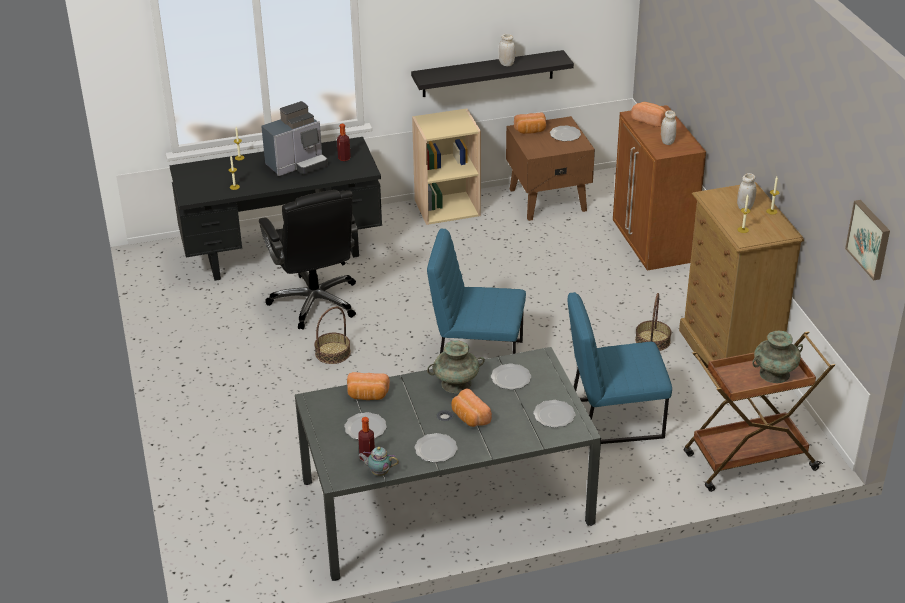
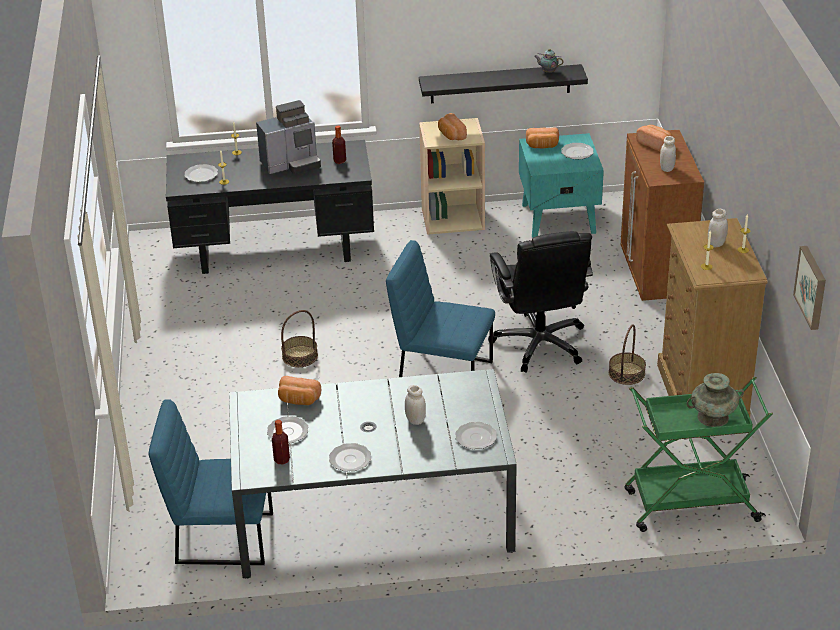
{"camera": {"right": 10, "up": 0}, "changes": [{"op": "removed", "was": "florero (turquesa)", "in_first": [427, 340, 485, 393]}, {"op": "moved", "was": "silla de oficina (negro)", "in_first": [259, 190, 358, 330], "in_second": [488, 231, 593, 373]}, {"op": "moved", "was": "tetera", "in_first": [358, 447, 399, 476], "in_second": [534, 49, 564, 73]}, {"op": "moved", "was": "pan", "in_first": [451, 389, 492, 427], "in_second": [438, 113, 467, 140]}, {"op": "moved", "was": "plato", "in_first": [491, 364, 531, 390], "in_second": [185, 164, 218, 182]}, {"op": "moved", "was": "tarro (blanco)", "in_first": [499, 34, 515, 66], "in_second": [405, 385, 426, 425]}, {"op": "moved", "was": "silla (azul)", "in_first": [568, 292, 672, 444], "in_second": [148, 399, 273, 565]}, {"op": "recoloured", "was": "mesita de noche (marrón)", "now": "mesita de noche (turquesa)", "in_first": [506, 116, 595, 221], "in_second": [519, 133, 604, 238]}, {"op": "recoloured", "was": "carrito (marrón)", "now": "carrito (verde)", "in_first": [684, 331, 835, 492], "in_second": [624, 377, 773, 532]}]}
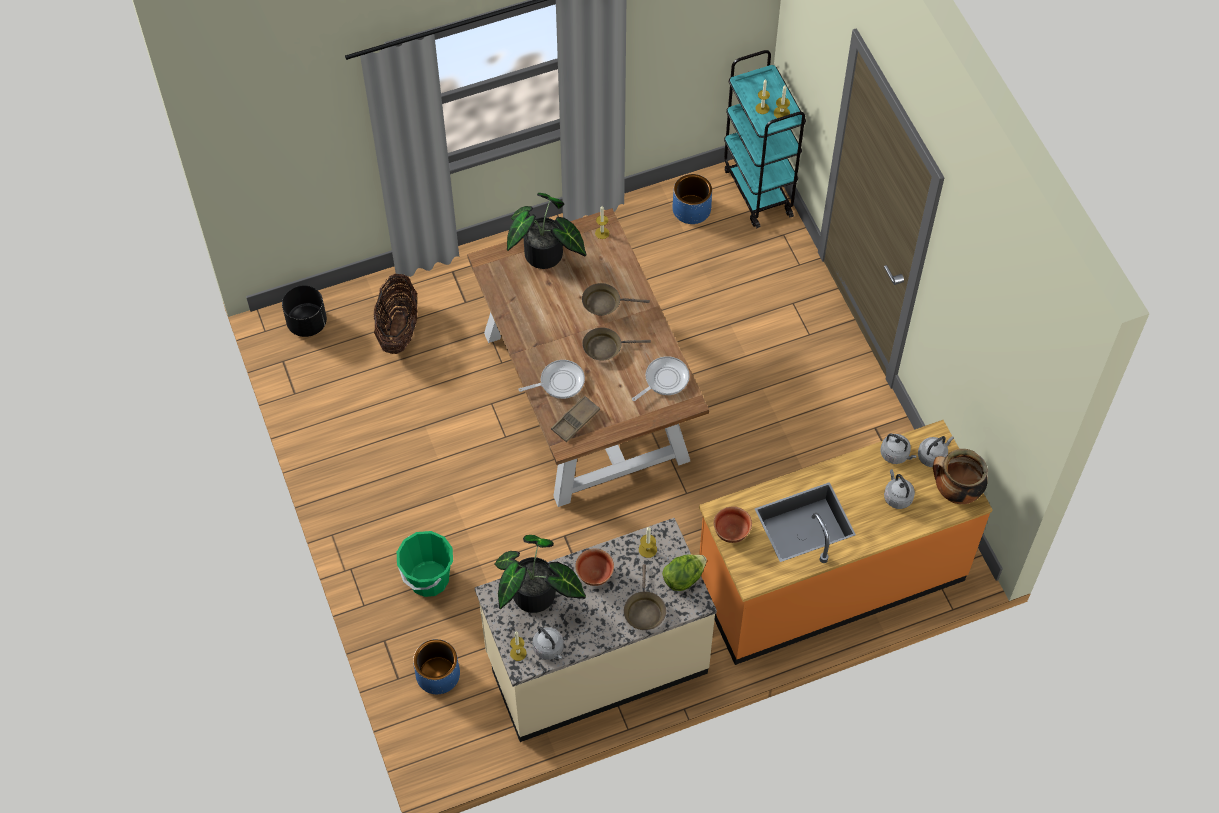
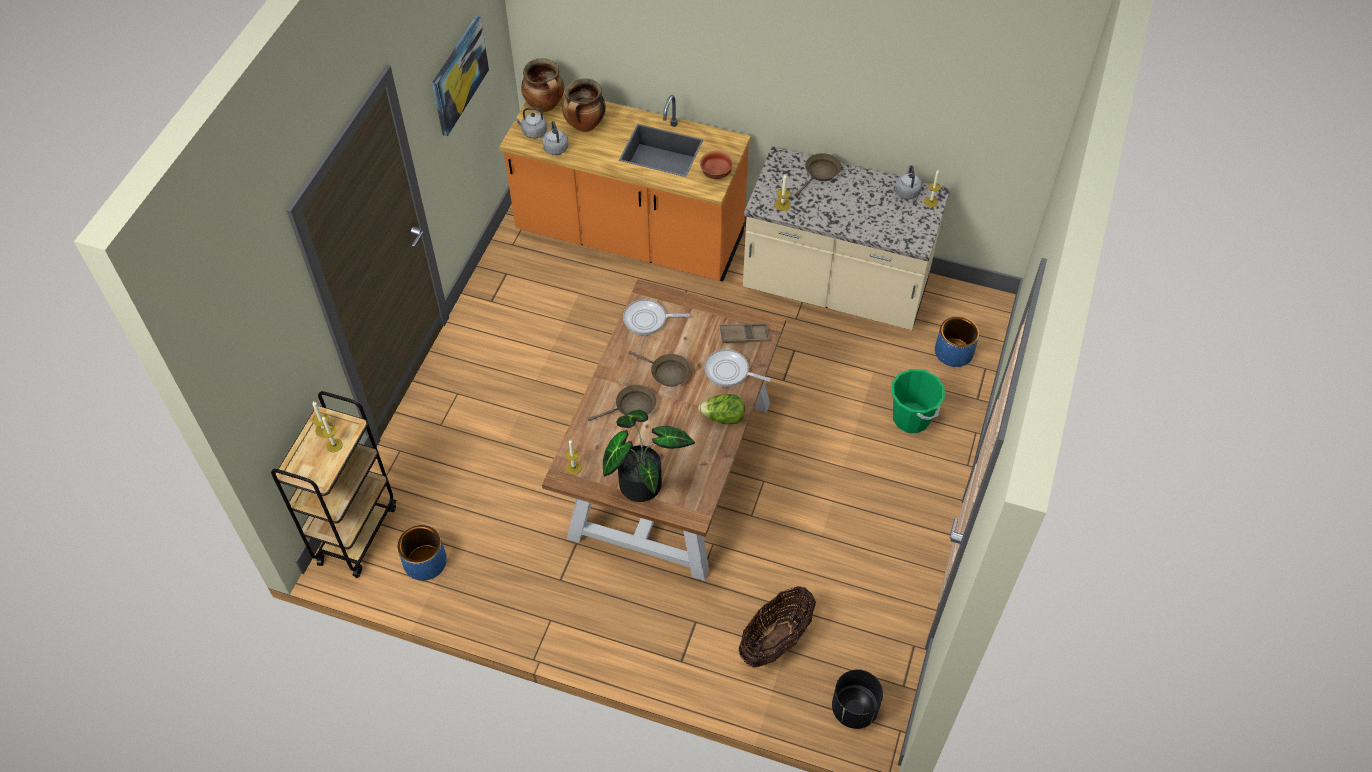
{"camera": {"right": -140, "up": -5}, "changes": [{"op": "removed", "was": "planta en maceta", "in_first": [494, 535, 586, 613]}, {"op": "removed", "was": "cuenco", "in_first": [575, 548, 614, 586]}, {"op": "added", "now": "cuadro", "in_second": [432, 16, 489, 136]}, {"op": "moved", "was": "lechuga", "in_first": [662, 554, 707, 591], "in_second": [698, 394, 745, 424]}, {"op": "replaced", "was": "hervidor (gris)", "now": "olla", "in_first": [884, 469, 915, 509], "in_second": [562, 79, 606, 132]}, {"op": "recoloured", "was": "carrito (turquesa)", "now": "carrito (marrón)", "in_first": [724, 50, 806, 228], "in_second": [271, 391, 397, 578]}, {"op": "turned", "was": "sartén (marrón)", "in_first": [582, 283, 650, 316], "in_second": [588, 385, 656, 421], "clockwise": -60}]}
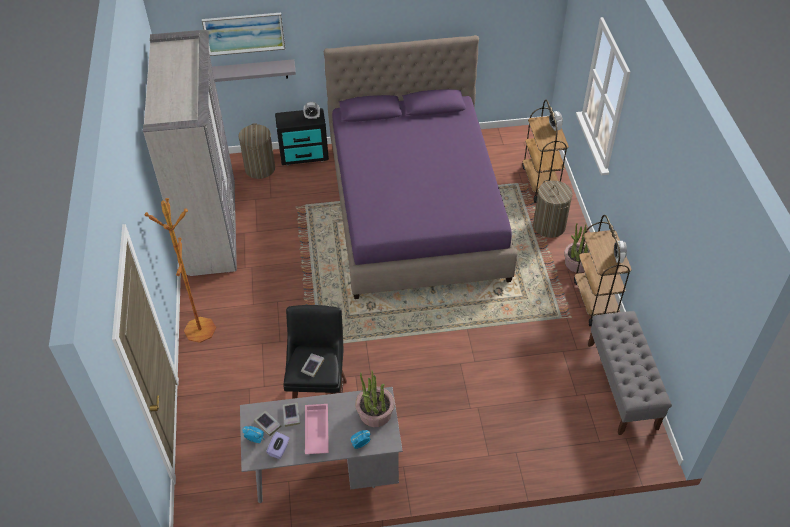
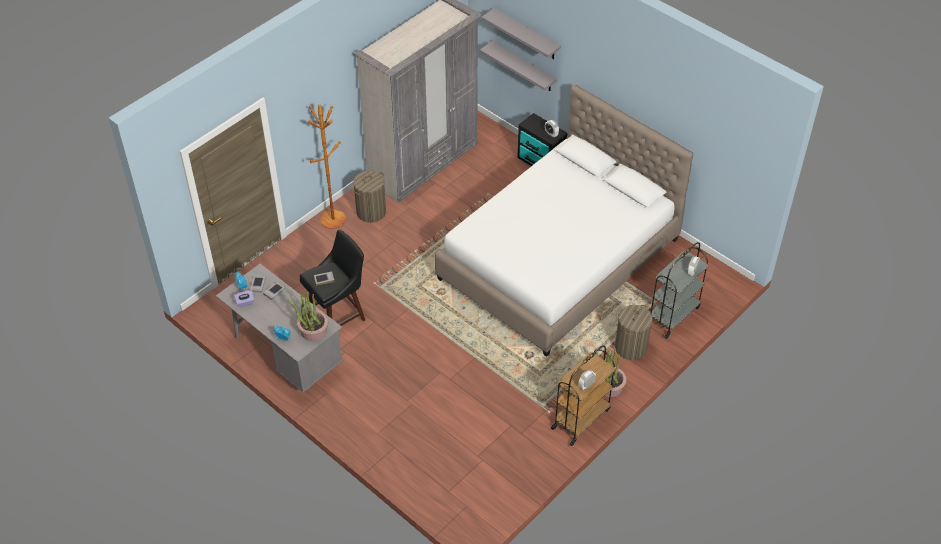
{"camera": {"right": 50, "up": 0}, "changes": [{"op": "removed", "was": "bandeja (rosa)", "in_first": [305, 404, 329, 454]}, {"op": "removed", "was": "banco (gris)", "in_first": [588, 311, 672, 435]}, {"op": "moved", "was": "cesto de la ropa", "in_first": [238, 123, 275, 179], "in_second": [353, 171, 386, 223]}, {"op": "replaced", "was": "cuadro", "now": "estante (gris)", "in_first": [202, 13, 285, 56], "in_second": [481, 8, 561, 59]}, {"op": "recoloured", "was": "cama (morado)", "now": "cama (blanco)", "in_first": [324, 35, 518, 299], "in_second": [435, 85, 693, 357]}, {"op": "recoloured", "was": "carrito (marrón)", "now": "carrito (gris)", "in_first": [522, 100, 569, 203], "in_second": [650, 242, 708, 339]}]}
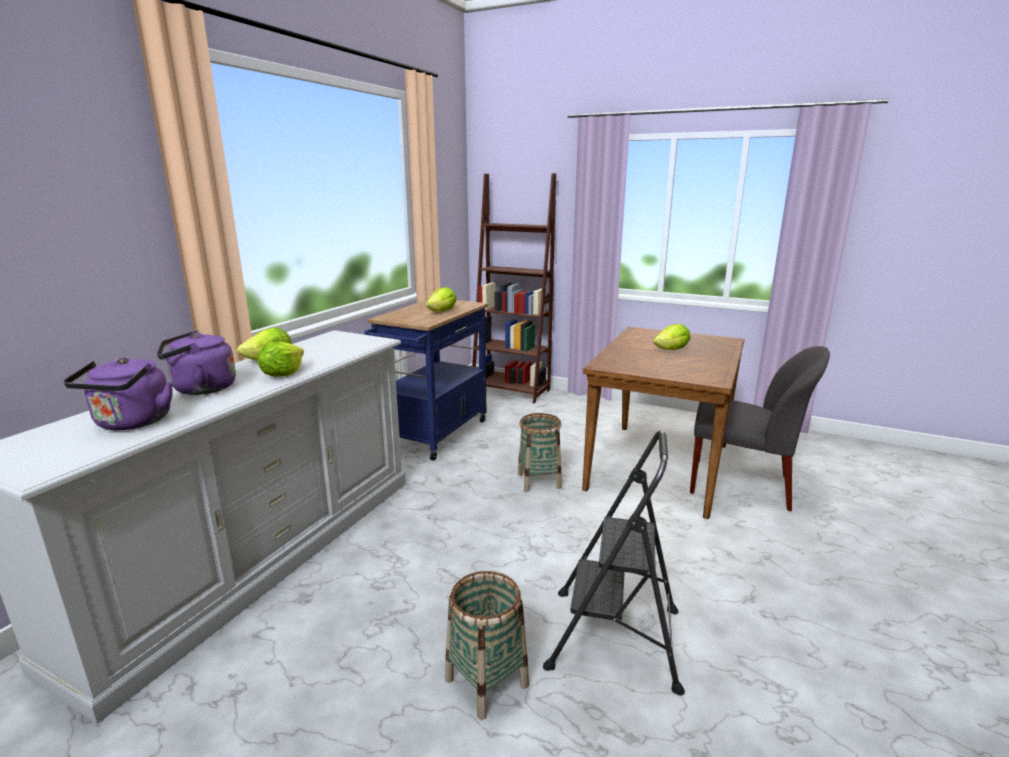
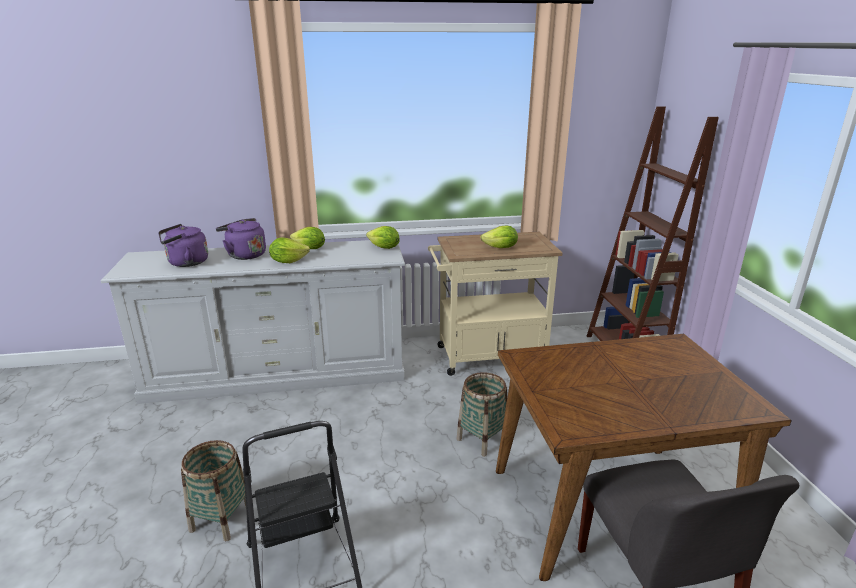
{"camera": {"right": 55, "up": 5}, "changes": [{"op": "moved", "was": "lechuga", "in_first": [653, 324, 690, 350], "in_second": [366, 226, 400, 249]}, {"op": "recoloured", "was": "carrito (azul)", "now": "carrito (beis)", "in_first": [364, 300, 488, 461], "in_second": [428, 232, 563, 376]}]}
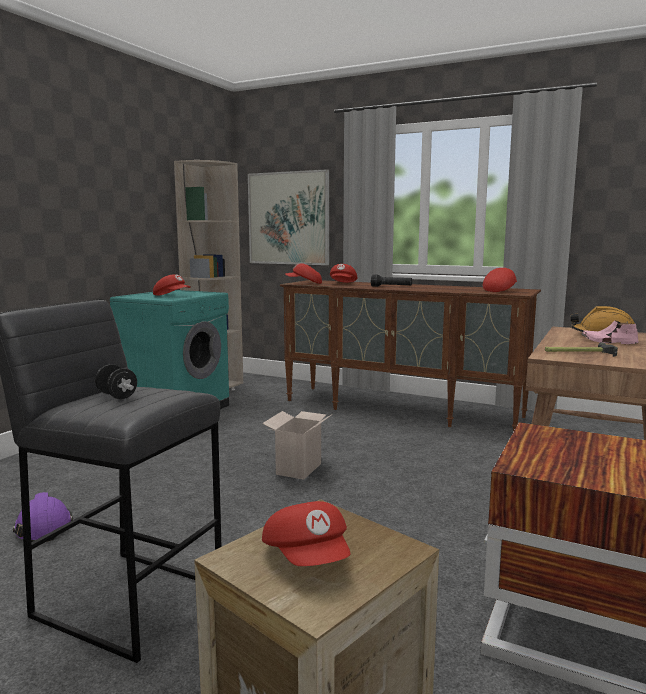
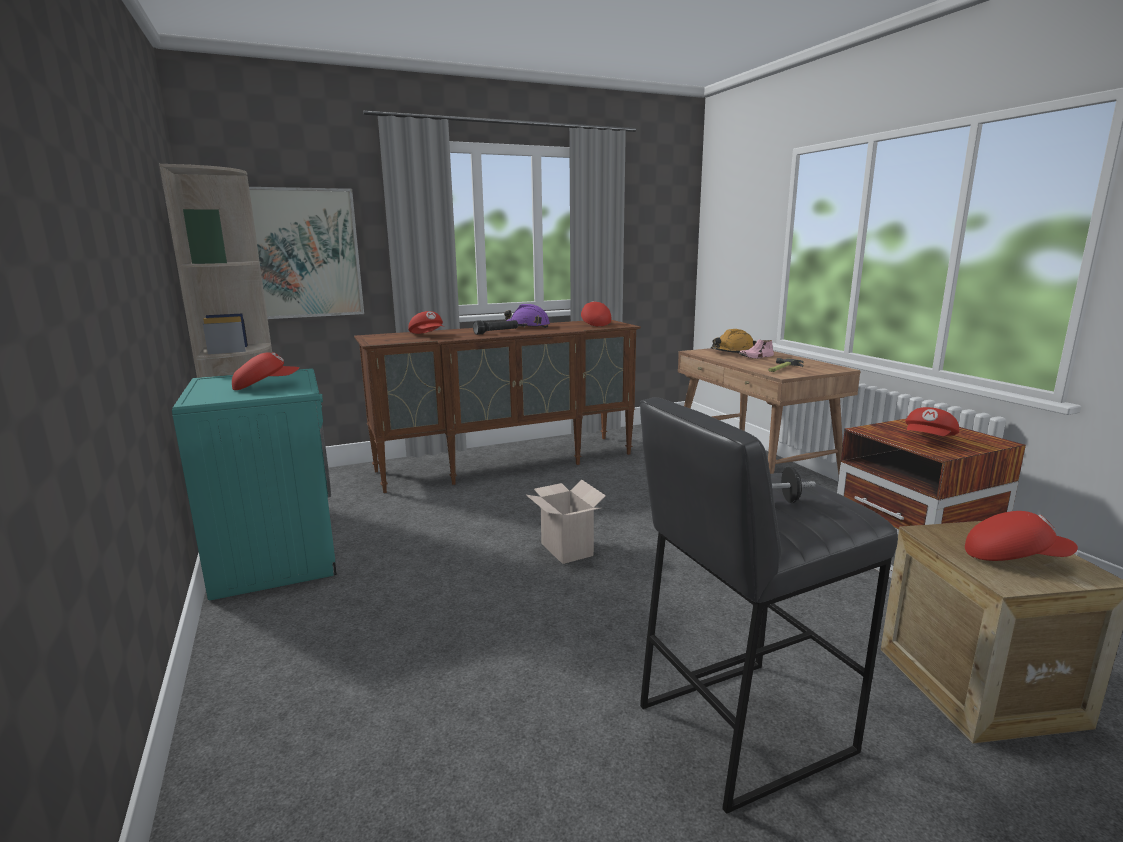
{"camera": {"right": -50, "up": 5}, "changes": [{"op": "moved", "was": "casco (morado)", "in_first": [13, 492, 73, 542], "in_second": [504, 304, 550, 328]}, {"op": "moved", "was": "gorra (rojo)", "in_first": [285, 263, 322, 284], "in_second": [905, 407, 959, 436]}]}
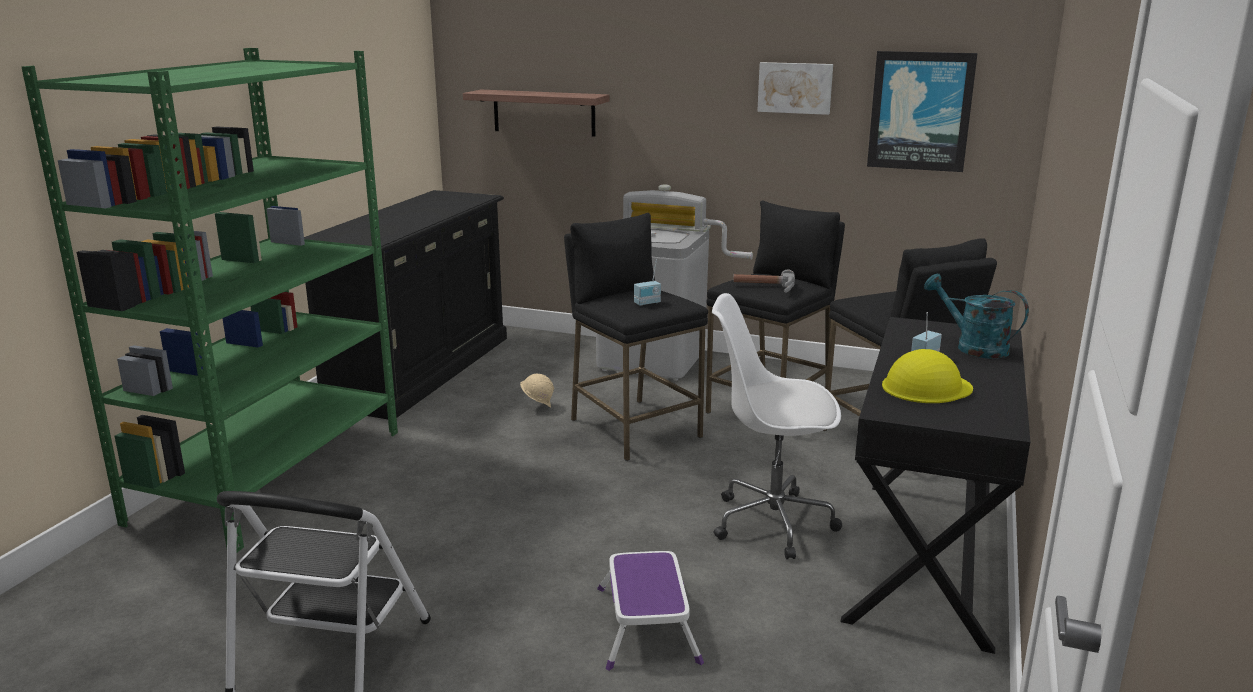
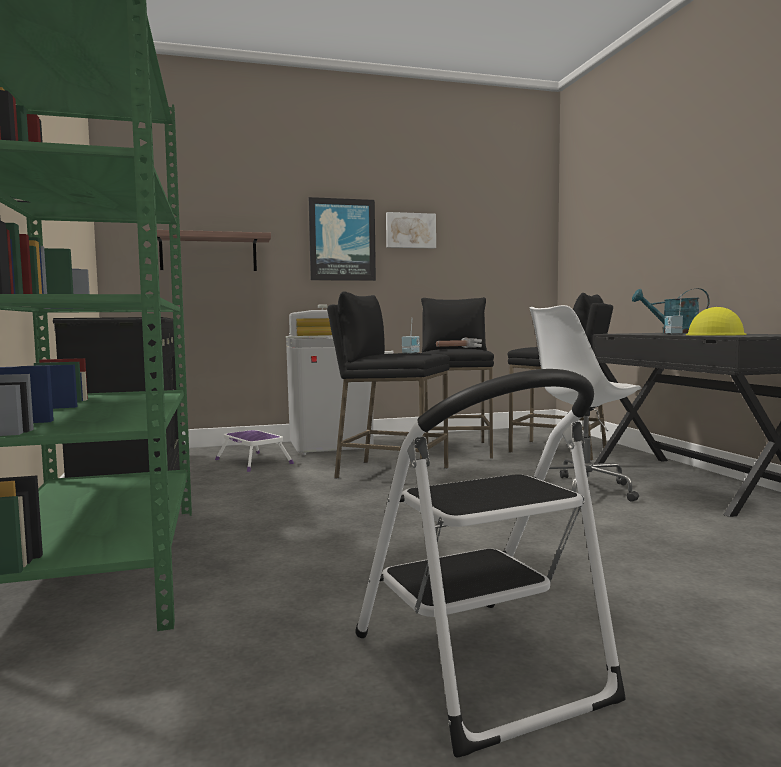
{"camera": {"right": -35, "up": -15}, "changes": [{"op": "removed", "was": "casco (beis)", "in_first": [520, 374, 554, 408]}, {"op": "moved", "was": "escalera de tijera (morado)", "in_first": [597, 551, 704, 671], "in_second": [215, 430, 294, 472]}, {"op": "moved", "was": "cuadro", "in_first": [867, 51, 978, 172], "in_second": [309, 197, 376, 281]}]}
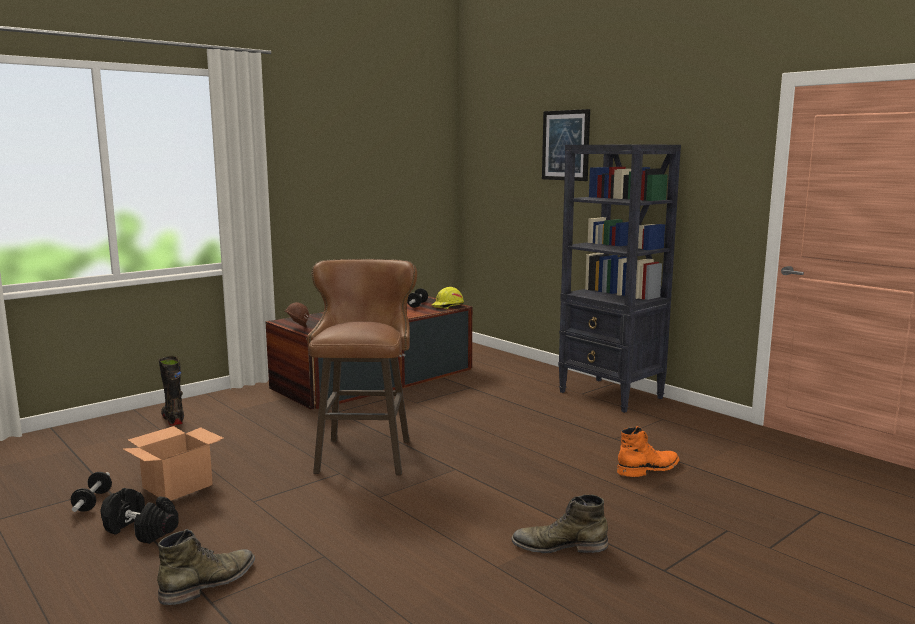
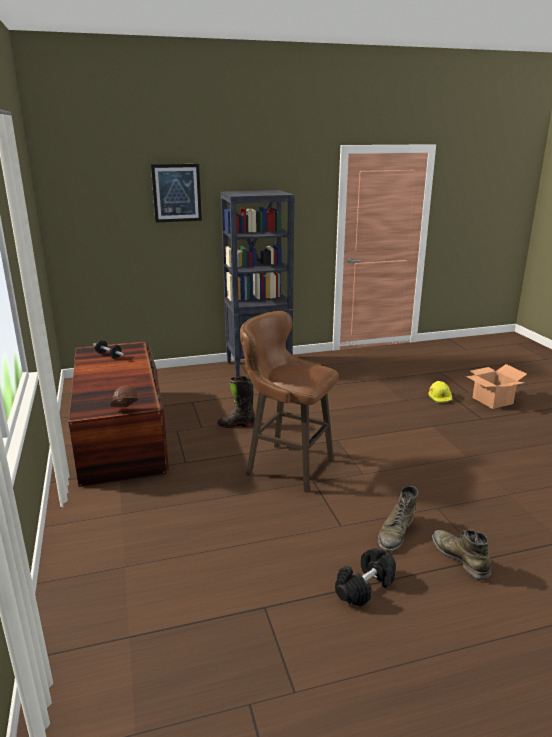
{"camera": {"right": -65, "up": 10}, "changes": [{"op": "removed", "was": "mancuerna", "in_first": [71, 472, 112, 512]}, {"op": "removed", "was": "bota (naranja)", "in_first": [617, 426, 680, 477]}, {"op": "moved", "was": "caja de cartón", "in_first": [123, 426, 224, 500], "in_second": [466, 364, 527, 409]}, {"op": "moved", "was": "bota (negro)", "in_first": [158, 356, 184, 426], "in_second": [217, 376, 255, 428]}, {"op": "moved", "was": "casco (amarillo)", "in_first": [432, 287, 464, 309], "in_second": [428, 381, 453, 403]}, {"op": "moved", "was": "bota (verde)", "in_first": [511, 495, 608, 553], "in_second": [378, 486, 418, 552]}]}
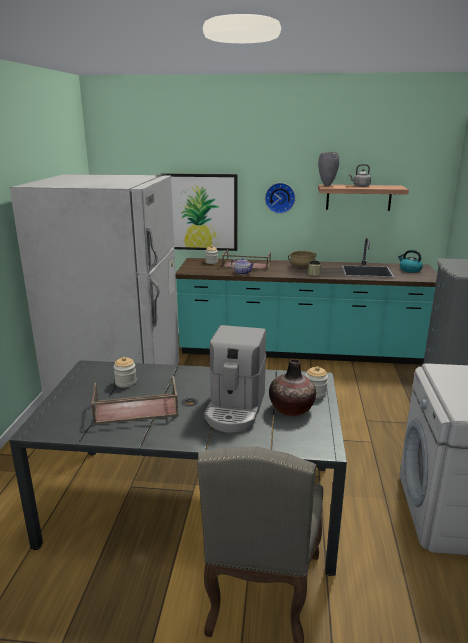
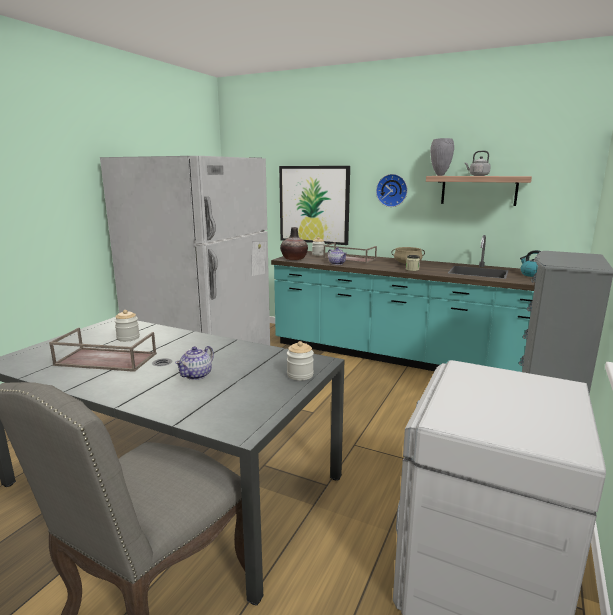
{"camera": {"right": 20, "up": -5}, "changes": [{"op": "moved", "was": "florero", "in_first": [269, 359, 316, 416], "in_second": [280, 227, 308, 260]}, {"op": "replaced", "was": "cafetera", "now": "tetera", "in_first": [204, 325, 266, 432], "in_second": [175, 346, 214, 380]}]}
